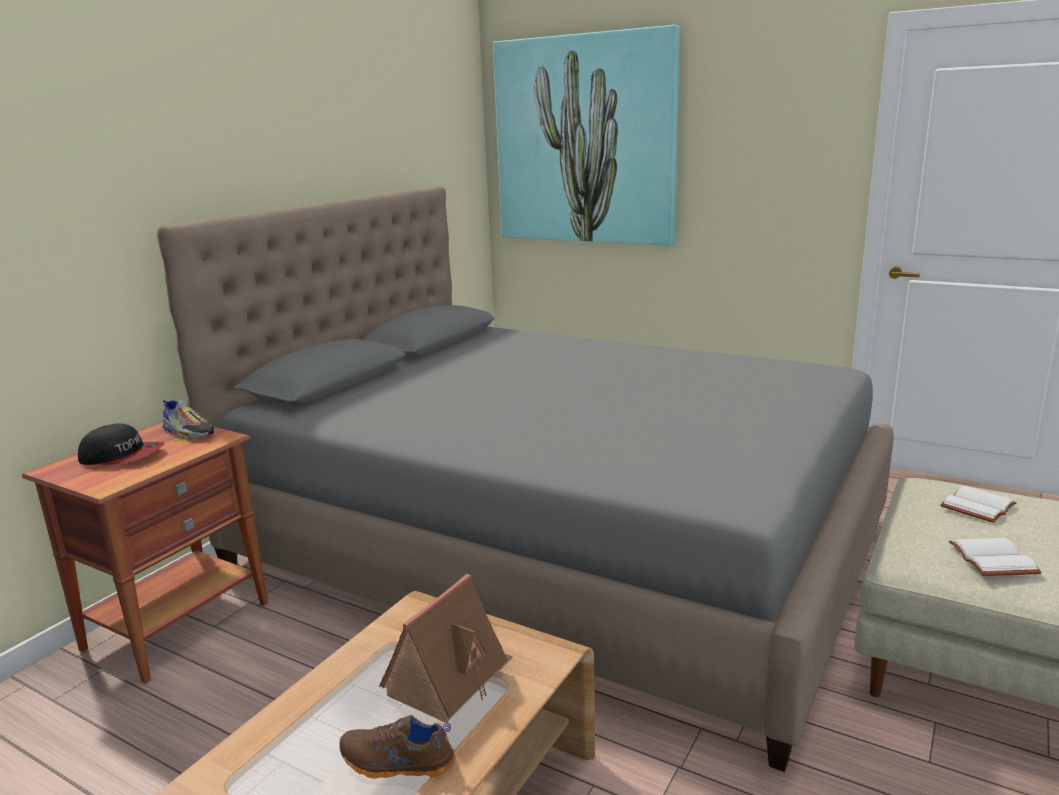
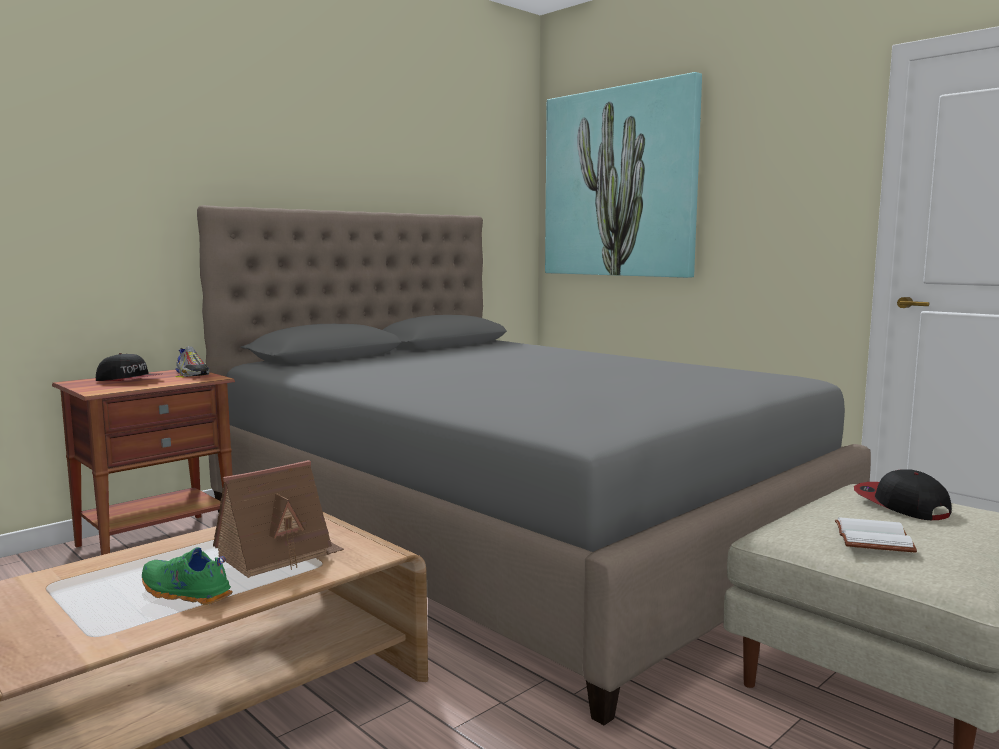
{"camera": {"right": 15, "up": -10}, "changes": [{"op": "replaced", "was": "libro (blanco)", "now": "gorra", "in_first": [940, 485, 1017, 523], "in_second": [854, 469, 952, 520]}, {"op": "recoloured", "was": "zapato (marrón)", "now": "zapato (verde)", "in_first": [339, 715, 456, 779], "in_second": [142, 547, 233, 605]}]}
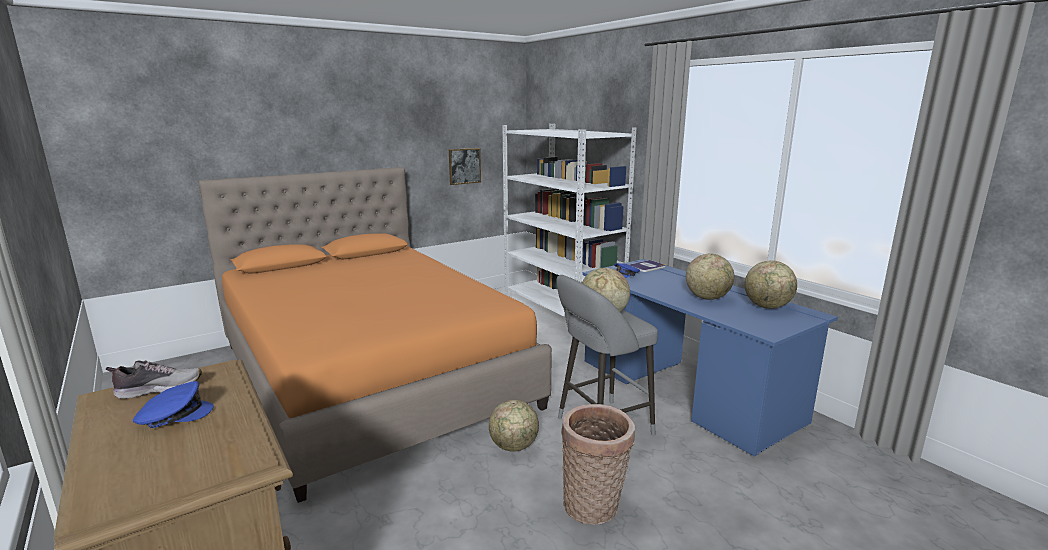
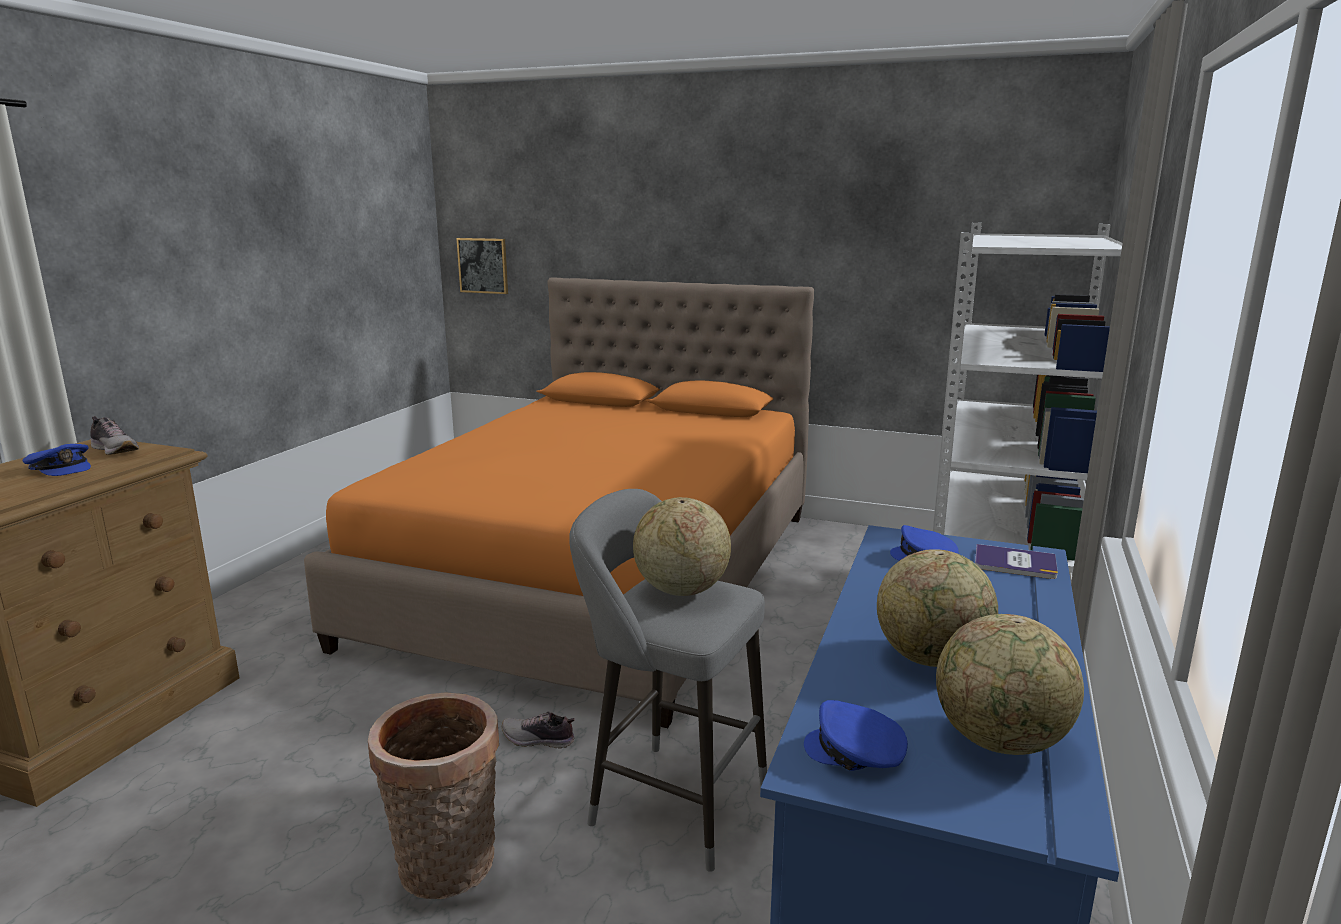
{"camera": {"right": 55, "up": 0}, "changes": [{"op": "added", "now": "gorra (azul)", "in_second": [804, 700, 908, 771]}, {"op": "moved", "was": "cuadro", "in_first": [449, 148, 481, 185], "in_second": [456, 238, 508, 294]}, {"op": "replaced", "was": "globo terráqueo", "now": "zapato", "in_first": [489, 400, 539, 452], "in_second": [502, 711, 575, 749]}]}
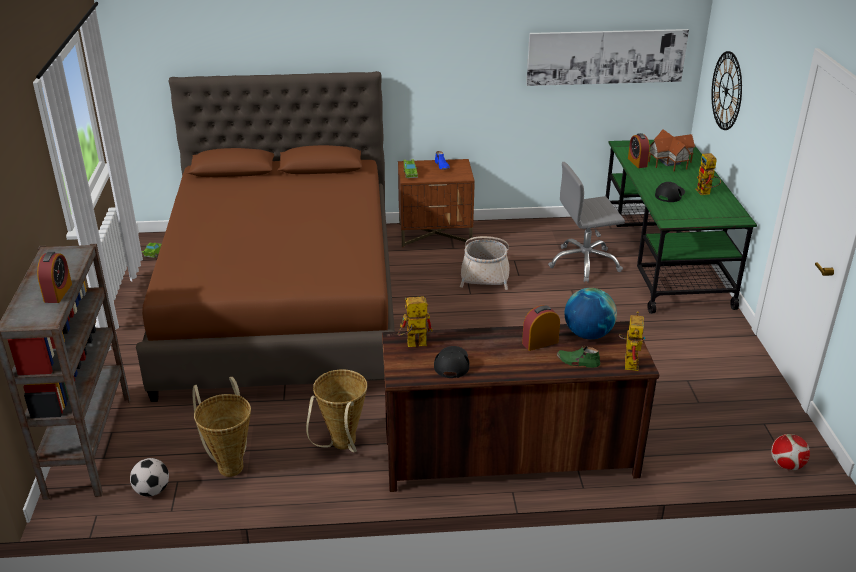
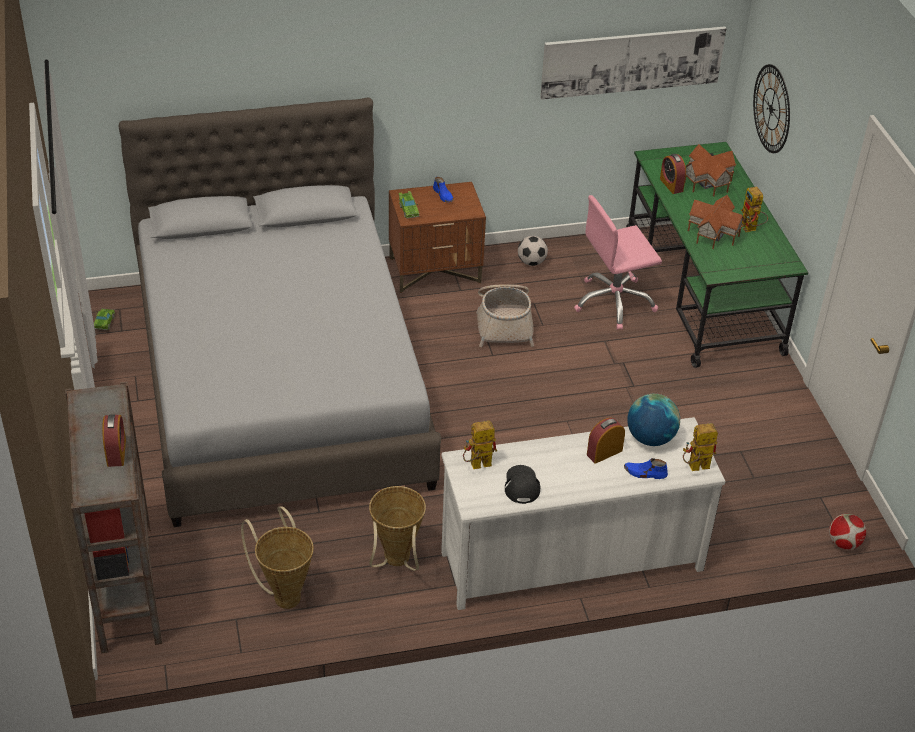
{"camera": {"right": -10, "up": 10}, "changes": [{"op": "moved", "was": "balón de fútbol", "in_first": [130, 458, 169, 497], "in_second": [518, 236, 548, 266]}, {"op": "replaced", "was": "gorra (negro)", "now": "casita", "in_first": [655, 182, 685, 202], "in_second": [688, 195, 744, 249]}, {"op": "recoloured", "was": "cama (marrón)", "now": "cama (gris)", "in_first": [136, 71, 396, 402], "in_second": [119, 97, 441, 527]}, {"op": "recoloured", "was": "cómoda (marrón)", "now": "cómoda (blanco)", "in_first": [382, 321, 659, 492], "in_second": [441, 417, 725, 610]}, {"op": "recoloured", "was": "silla de oficina (gris)", "now": "silla de oficina (rosa)", "in_first": [548, 162, 625, 283], "in_second": [574, 195, 662, 330]}, {"op": "recoloured", "was": "zapato (verde)", "now": "zapato (azul)", "in_first": [557, 346, 600, 368], "in_second": [624, 458, 668, 479]}, {"op": "turned", "was": "robot de juguete", "in_first": [619, 311, 646, 371], "in_second": [683, 423, 718, 471], "clockwise": -105}]}
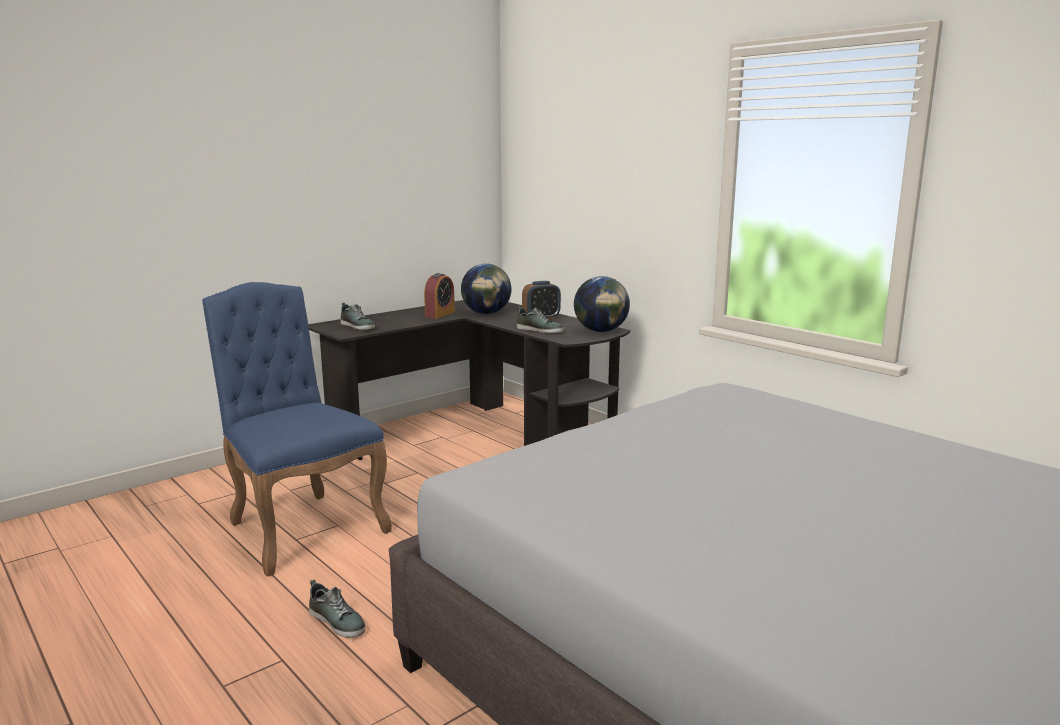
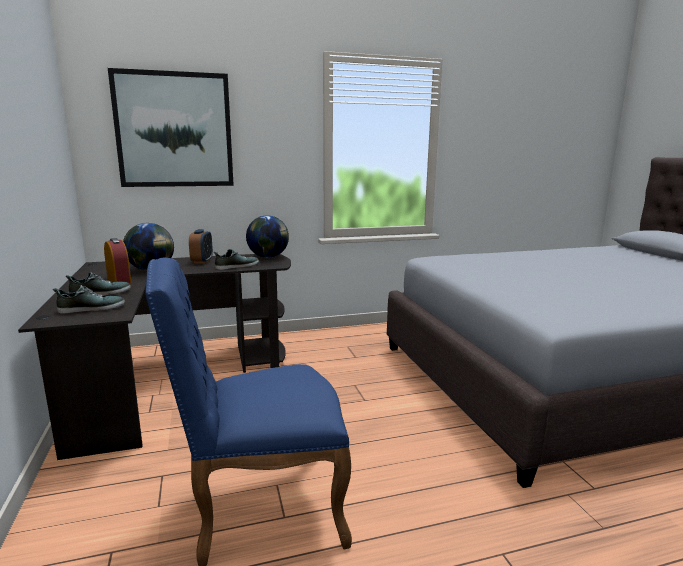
{"camera": {"right": -65, "up": 0}, "changes": [{"op": "added", "now": "cuadro", "in_second": [108, 68, 234, 187]}, {"op": "moved", "was": "zapato", "in_first": [309, 580, 366, 638], "in_second": [66, 272, 131, 295]}]}
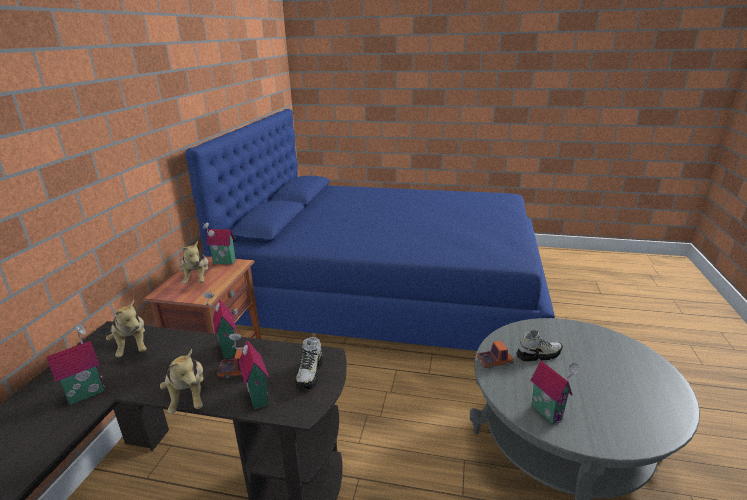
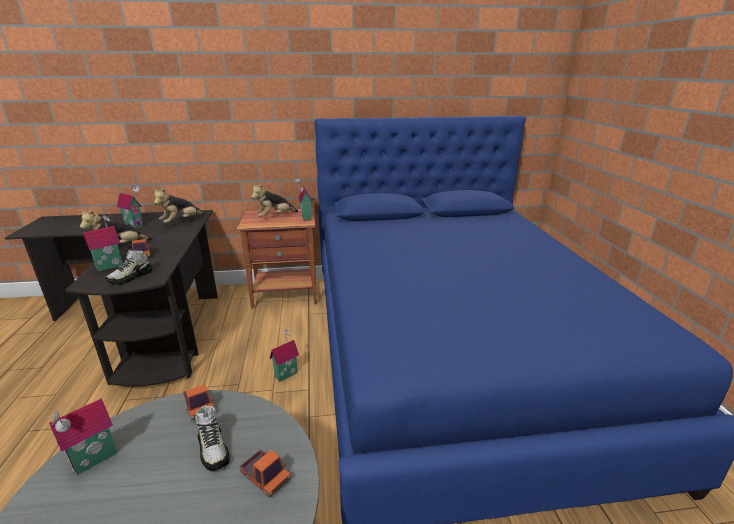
{"camera": {"right": 70, "up": 0}, "changes": [{"op": "added", "now": "camión de juguete", "in_second": [239, 449, 291, 498]}, {"op": "moved", "was": "casita", "in_first": [203, 290, 236, 359], "in_second": [270, 329, 299, 382]}, {"op": "turned", "was": "zapato", "in_first": [295, 337, 323, 389], "in_second": [105, 250, 153, 285], "clockwise": -45}]}
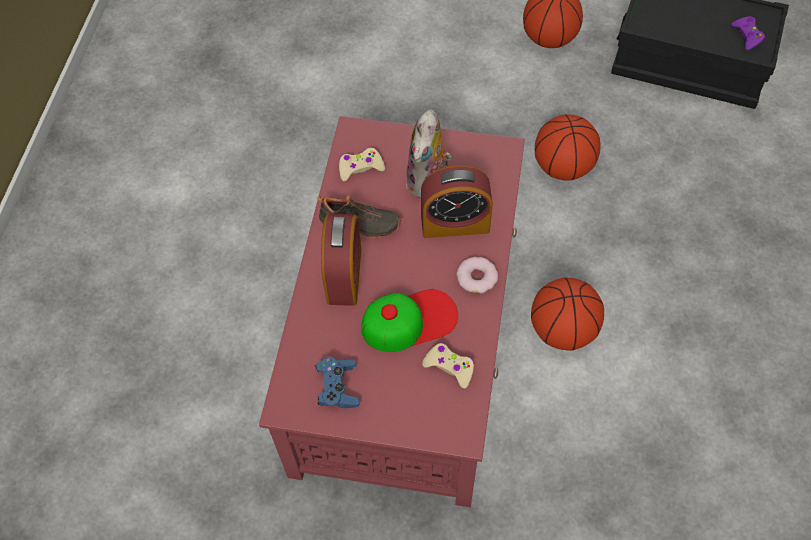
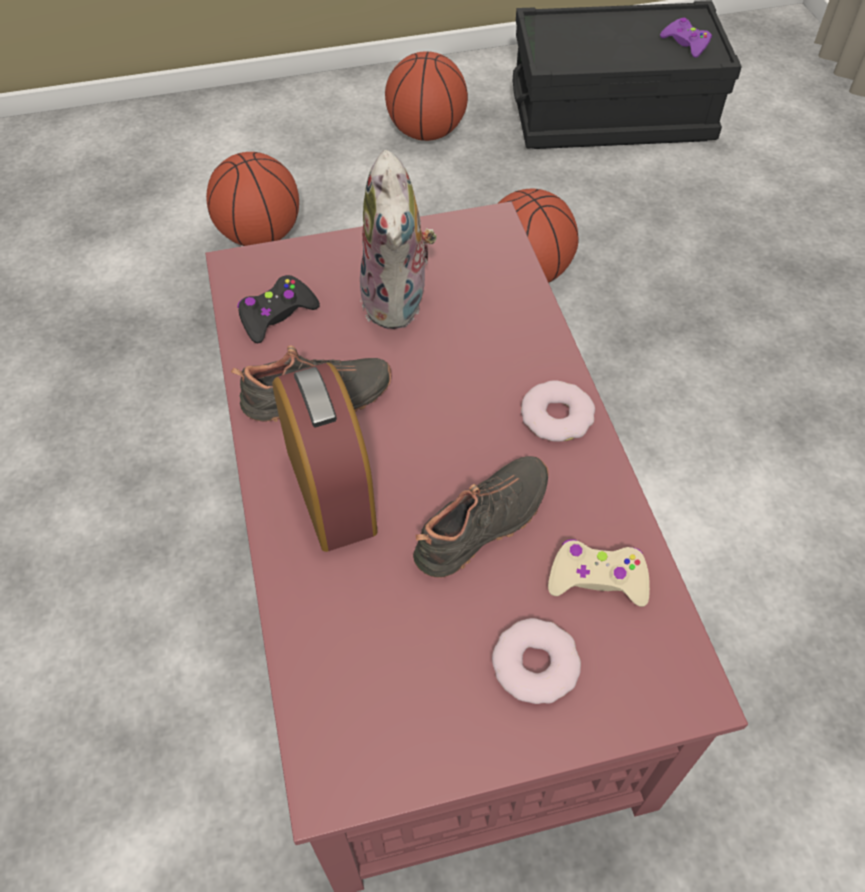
{"camera": {"right": -25, "up": -5}, "changes": [{"op": "removed", "was": "mando de consola (azul)", "in_first": [315, 357, 360, 408]}, {"op": "removed", "was": "despertador", "in_first": [421, 165, 493, 238]}, {"op": "added", "now": "rosquilla", "in_second": [492, 618, 581, 704]}, {"op": "moved", "was": "balón de baloncesto", "in_first": [531, 277, 604, 351], "in_second": [206, 152, 299, 246]}, {"op": "replaced", "was": "gorra", "now": "zapato (negro)", "in_first": [361, 289, 458, 352], "in_second": [413, 456, 549, 578]}, {"op": "recoloured", "was": "mando de consola (beis)", "now": "mando de consola (negro)", "in_first": [339, 148, 385, 181], "in_second": [237, 275, 320, 343]}]}
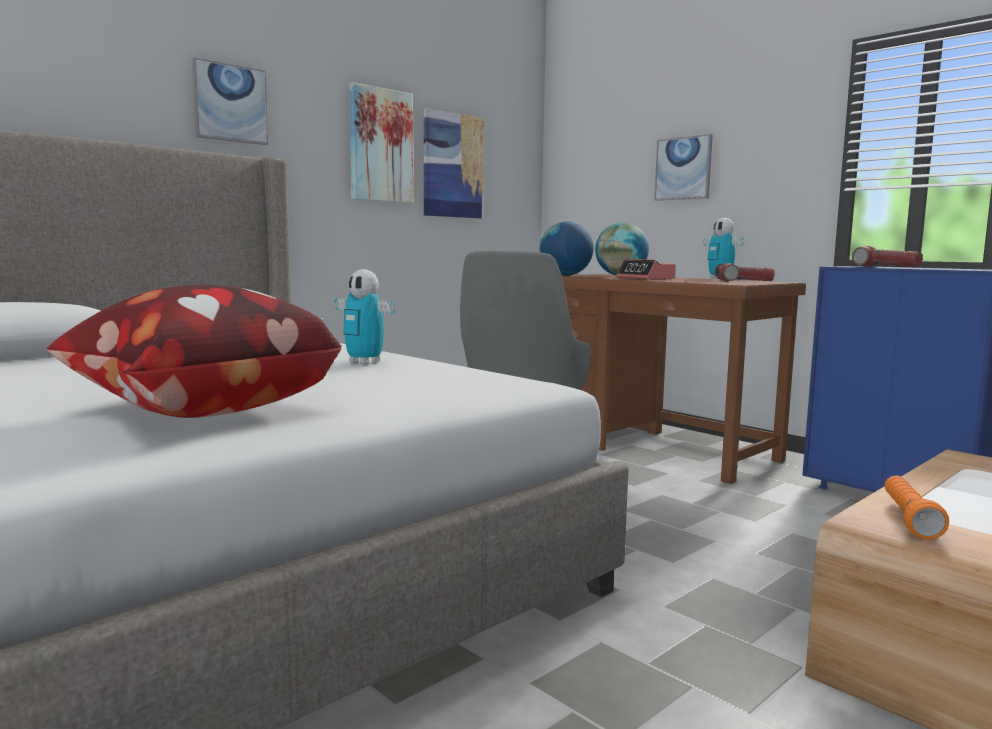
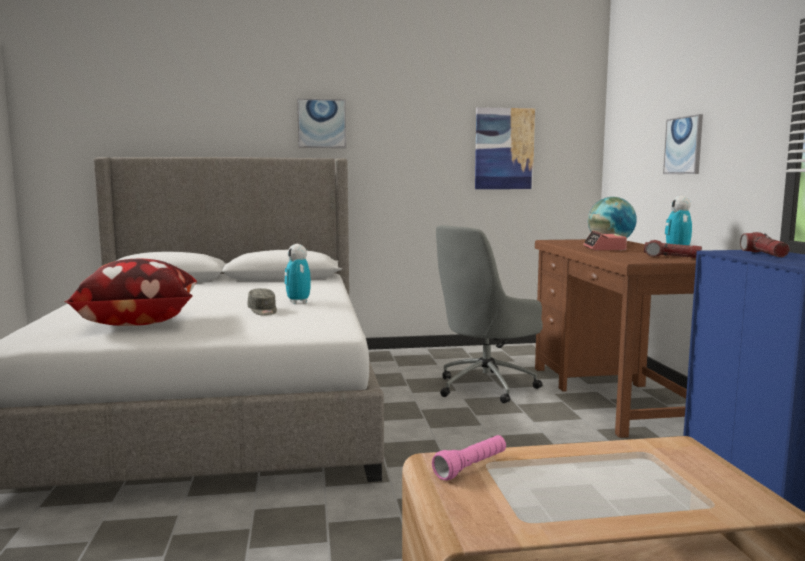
{"camera": {"right": 35, "up": 0}, "changes": [{"op": "removed", "was": "cuadro", "in_first": [349, 82, 413, 203]}, {"op": "removed", "was": "globo terráqueo", "in_first": [539, 221, 593, 276]}, {"op": "added", "now": "gorra (gris)", "in_second": [248, 288, 277, 315]}, {"op": "recoloured", "was": "linterna (naranja)", "now": "linterna (rosa)", "in_first": [885, 476, 949, 539], "in_second": [432, 435, 506, 481]}]}
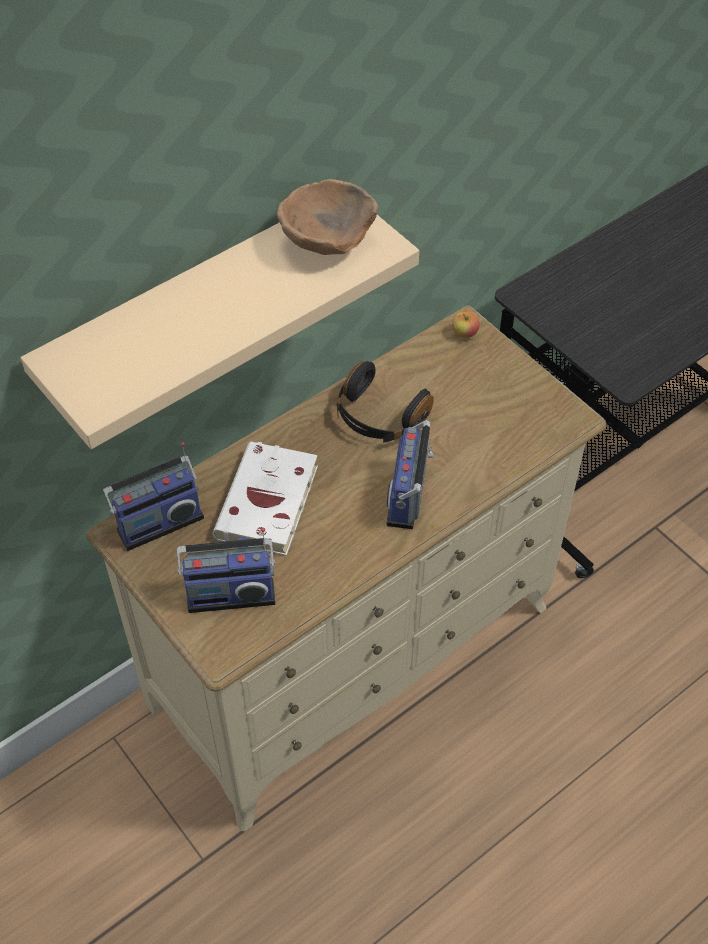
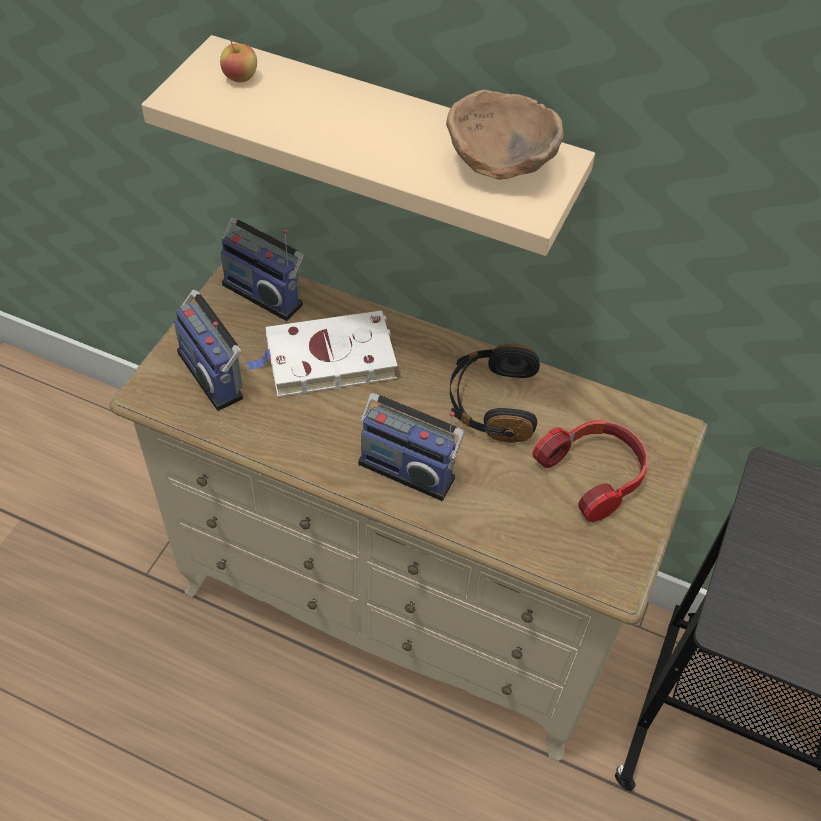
{"camera": {"right": 60, "up": 0}, "changes": [{"op": "added", "now": "auriculares", "in_second": [532, 420, 648, 522]}, {"op": "moved", "was": "manzana", "in_first": [452, 310, 480, 338], "in_second": [220, 40, 257, 82]}, {"op": "turned", "was": "radio", "in_first": [387, 420, 435, 529], "in_second": [358, 393, 465, 501], "clockwise": -135}]}
